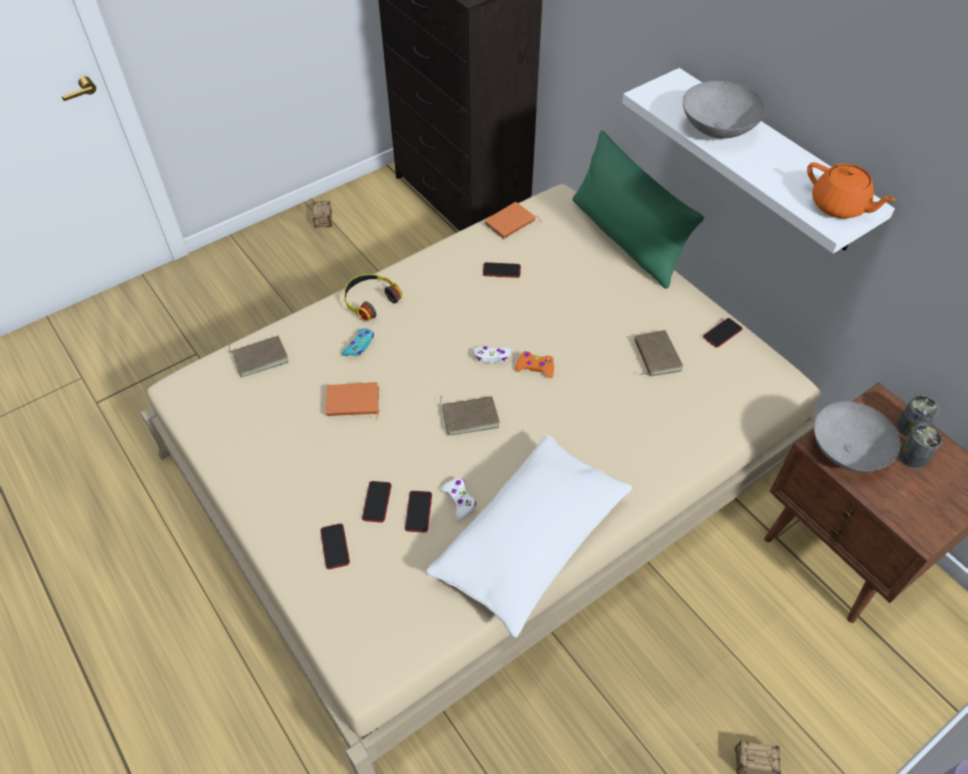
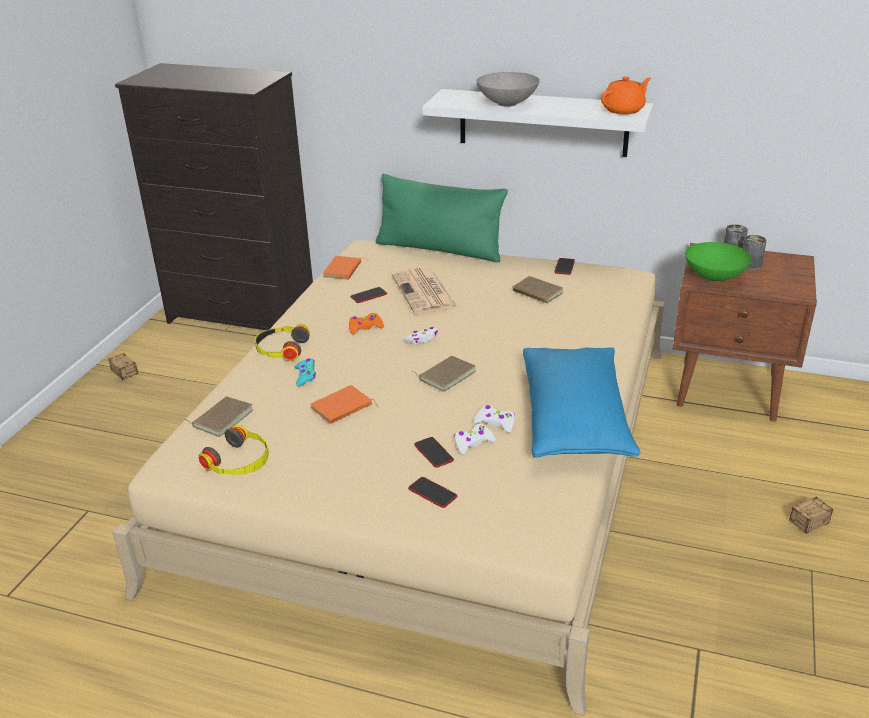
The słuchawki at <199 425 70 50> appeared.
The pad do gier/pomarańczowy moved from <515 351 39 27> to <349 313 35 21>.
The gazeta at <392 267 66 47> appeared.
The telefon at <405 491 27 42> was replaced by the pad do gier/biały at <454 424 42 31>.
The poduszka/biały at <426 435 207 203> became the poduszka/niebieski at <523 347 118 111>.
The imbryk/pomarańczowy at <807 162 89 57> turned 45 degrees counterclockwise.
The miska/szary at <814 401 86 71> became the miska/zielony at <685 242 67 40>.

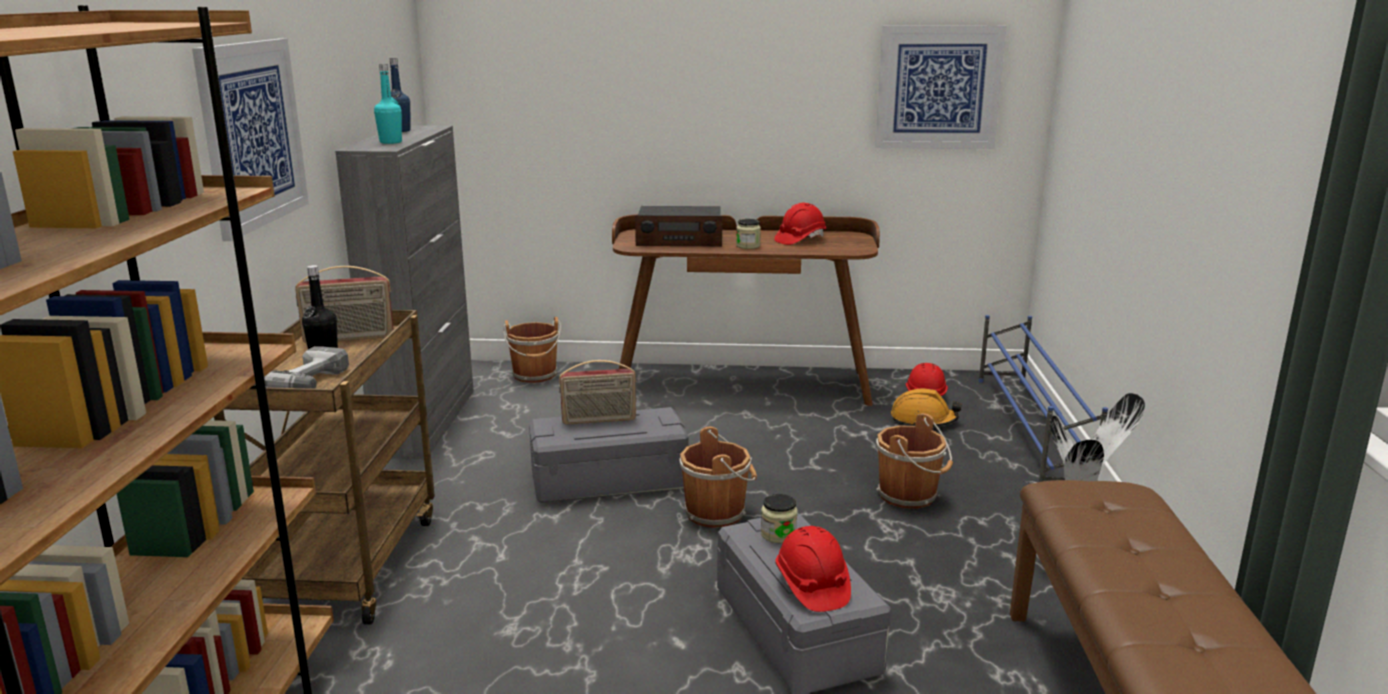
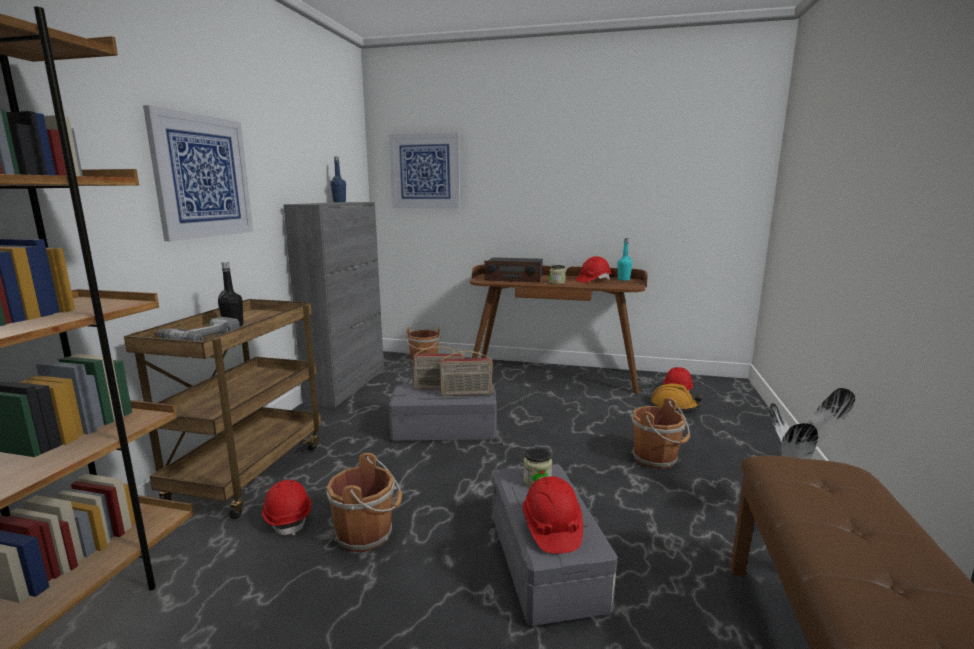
The kask/czerwony at <262 480 50 56> appeared.
The wiadro/brązowy moved from <679 426 78 102> to <327 453 75 99>.
The obraz moved from <875 25 131 124> to <389 133 71 76>.
The radio moved from <295 266 99 77> to <439 351 54 45>.
The butelka/turkusowy moved from <374 64 28 80> to <618 238 14 43>.
The regał na buty/niebieski at <978 315 130 167> disappeared.

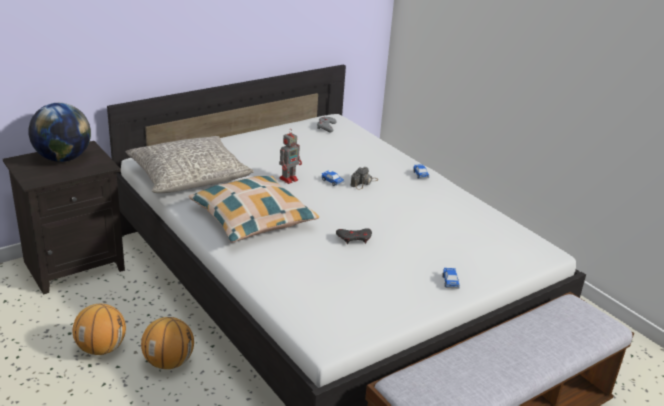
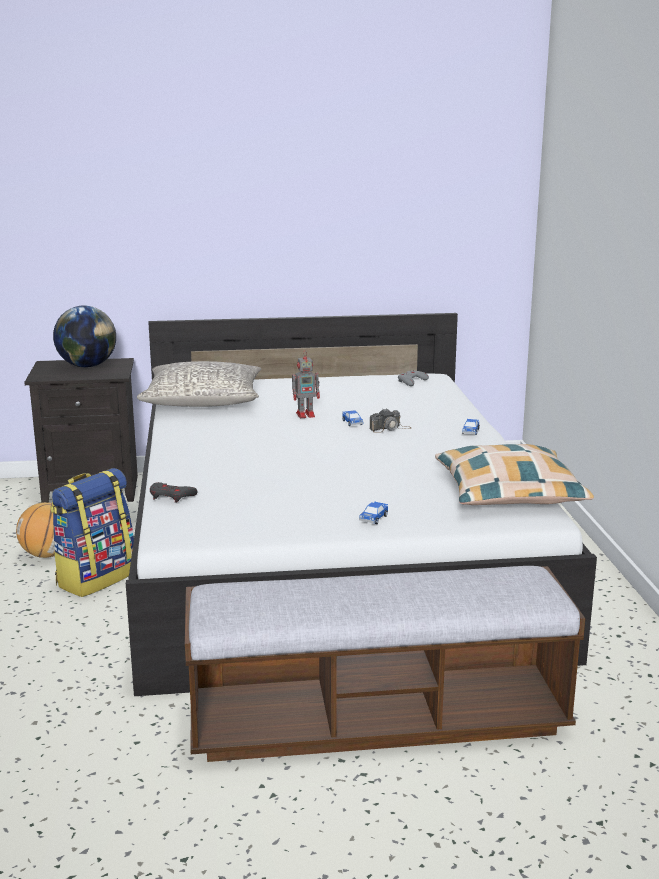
The piłka do koszykówki at <141 317 53 52> was replaced by the plecak at <50 468 84 129>.
The pad do gier/szary moved from <336 228 36 16> to <150 482 47 21>.
The poduszka moved from <189 176 130 66> to <435 444 159 61>.

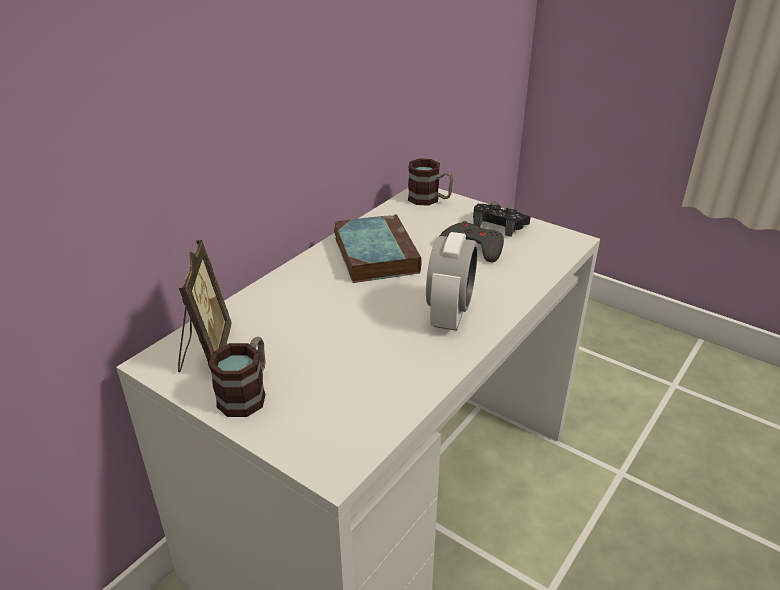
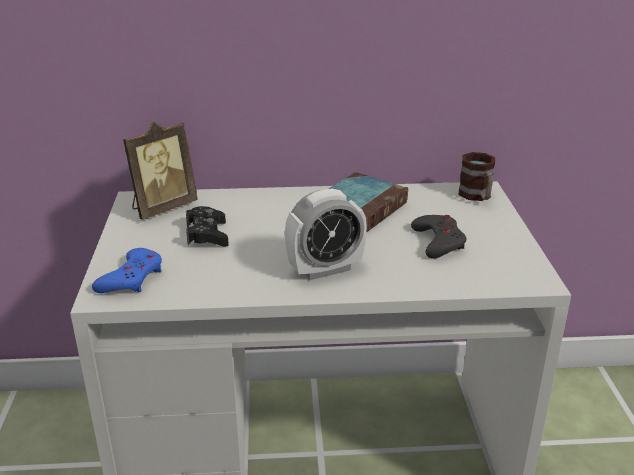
The pad do gier/niebieski at <92 248 70 45> appeared.
The pad do gier/czarny moved from <473 202 58 35> to <186 206 43 40>.
The kubek at <209 337 57 80> disappeared.

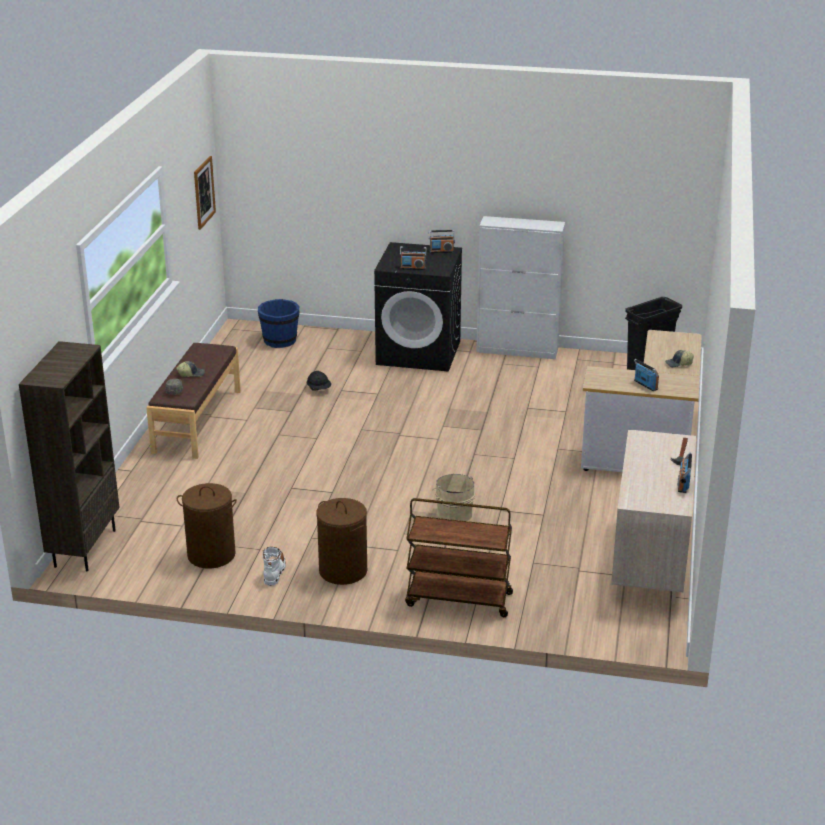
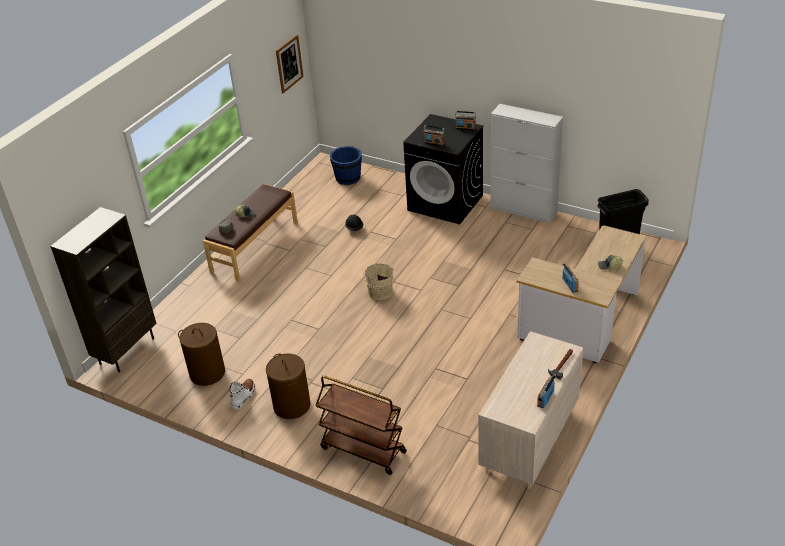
The wiadro/beżowy moved from <432 474 43 47> to <364 264 29 36>.

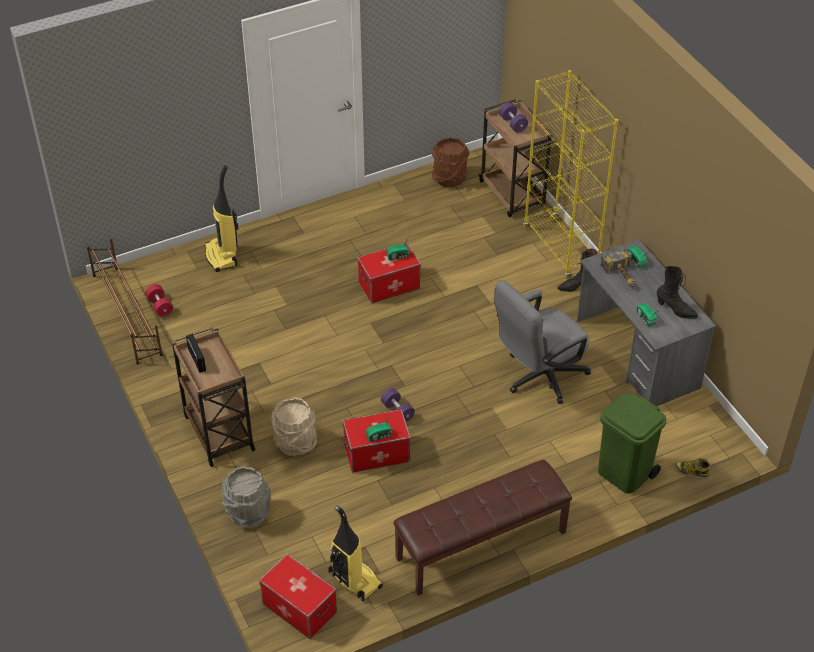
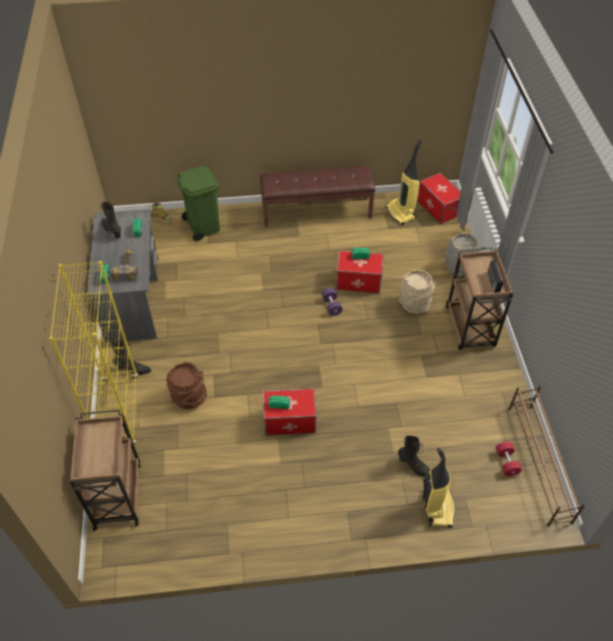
The wiadro/brązowy moved from <432 137 37 50> to <166 362 41 47>.
The but z cholewką/czarny at <398 435 33 42> appeared.
The krzesło biurowe/szary at <494 280 97 124> disappeared.
The hantel/fioletowy at <499 102 29 31> disappeared.

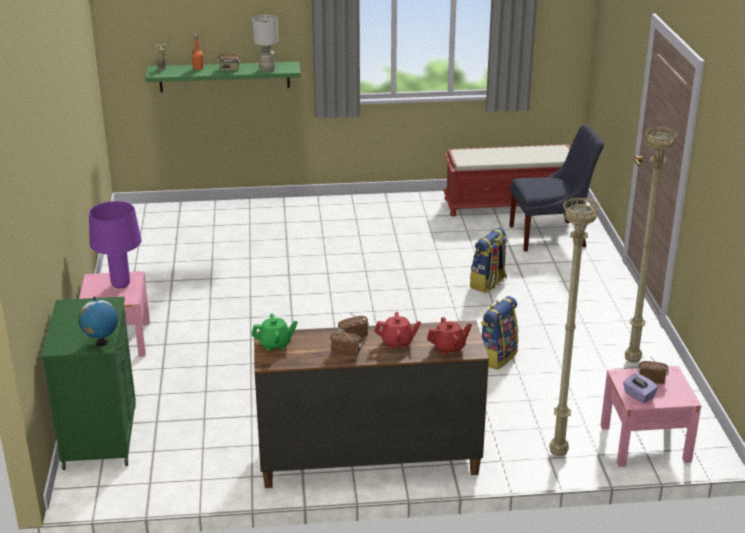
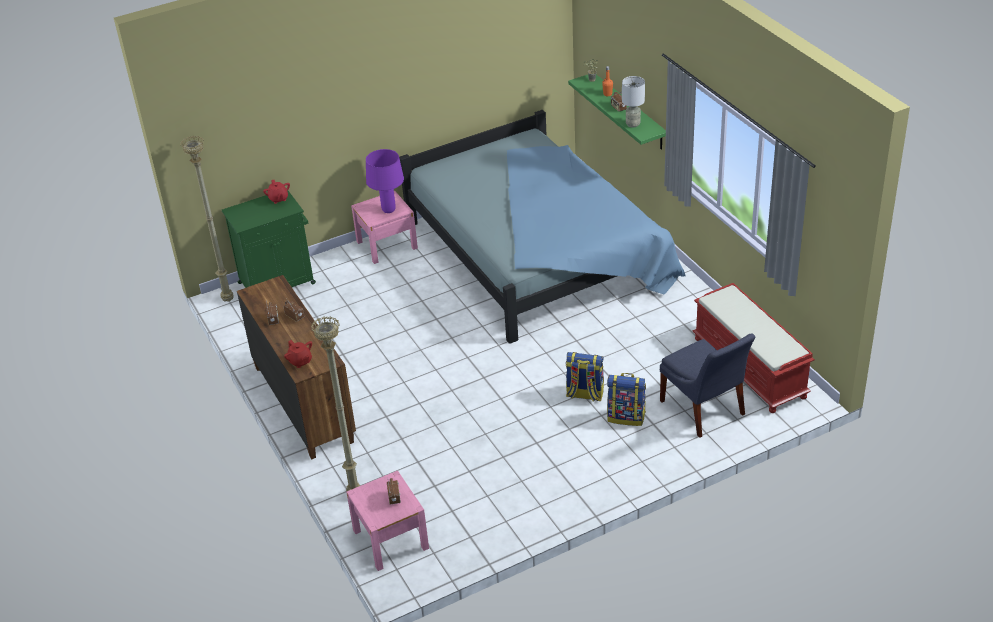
The lampa stojąca/beżowy moved from <625 126 53 237> to <180 136 54 166>.
The imbryk/czerwony moved from <375 312 46 36> to <263 180 27 24>.
The łóżko/niebieski at <399 110 286 234> appeared.
The plecak moved from <481 296 37 74> to <607 373 39 53>.
The globus at <78 297 40 49> disappeared.
The imbryk/zielony at <252 313 46 38> disappeared.
The pudełko chusteczek/fioletowy at <623 373 35 30> disappeared.

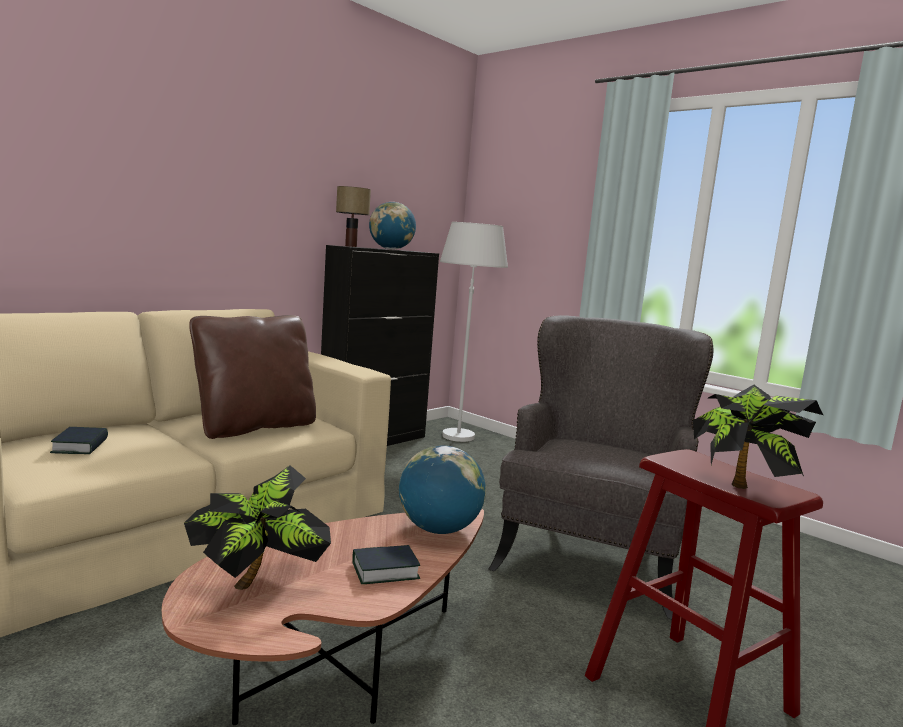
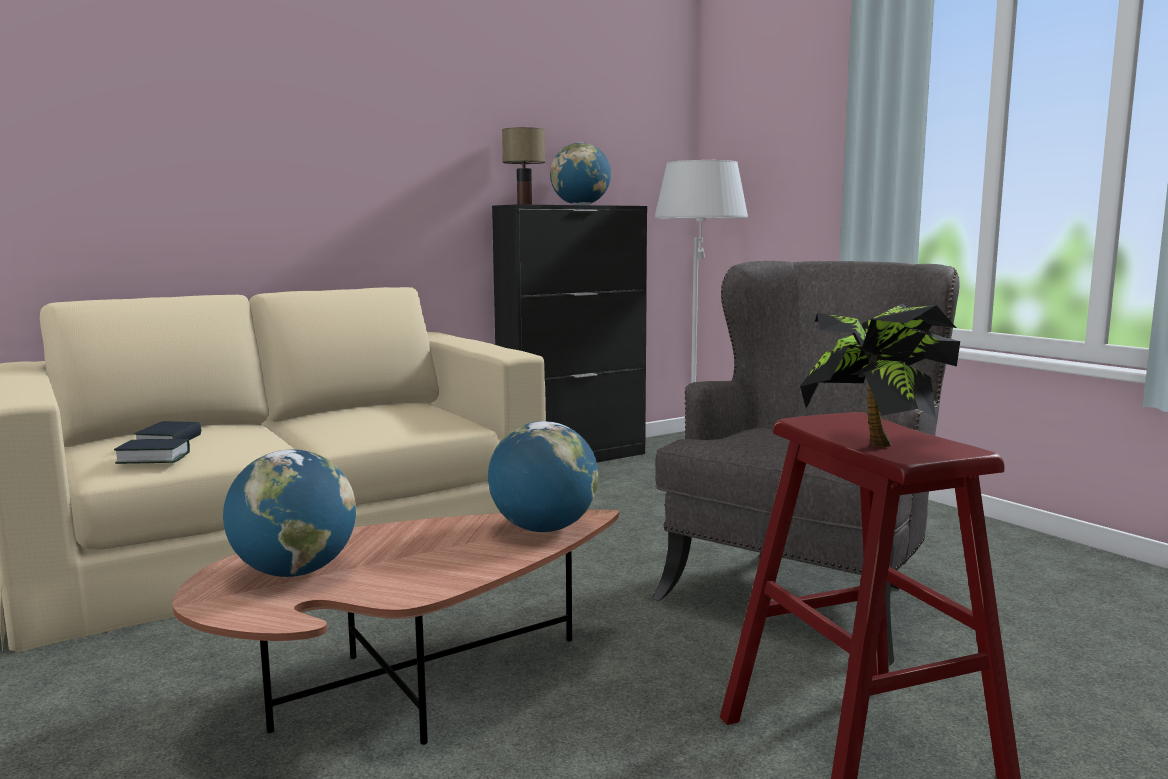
The książka moved from <352 545 69 39> to <114 439 76 25>.
The roślina doniczkowa at <184 465 147 125> was replaced by the globus at <223 449 133 128>.
The poduszka/brązowy at <189 315 127 124> disappeared.

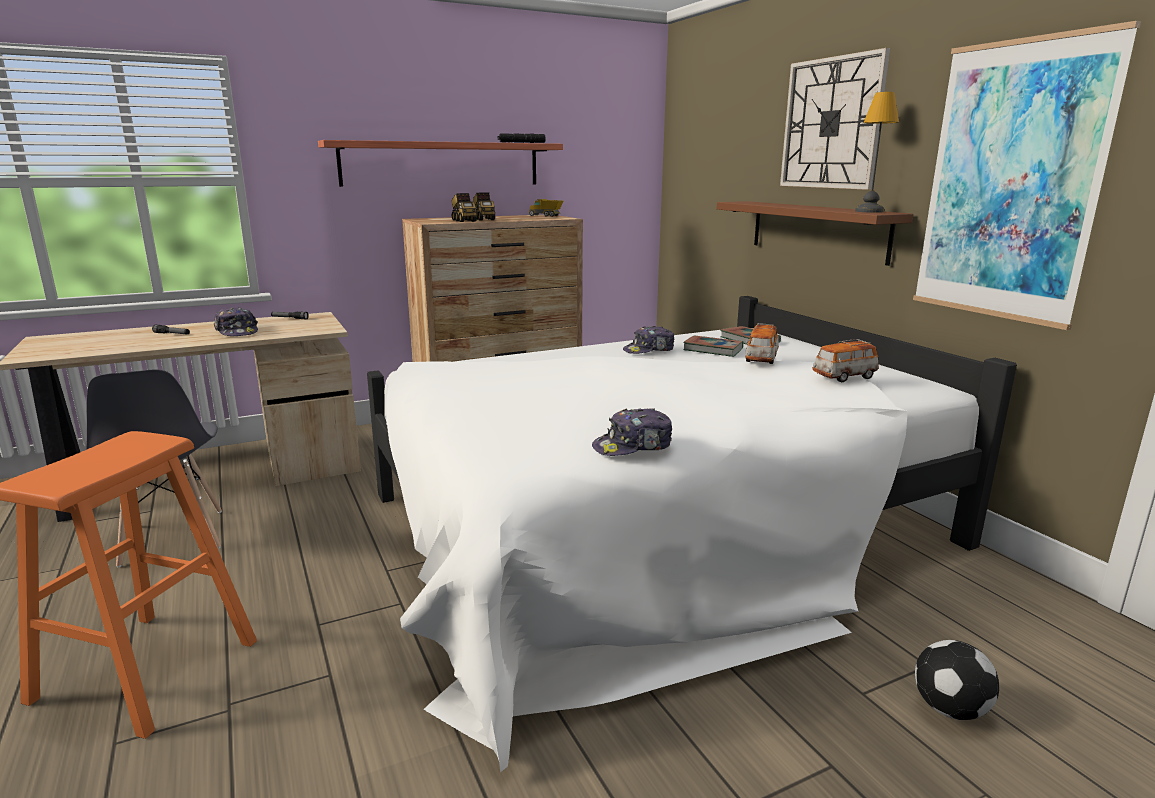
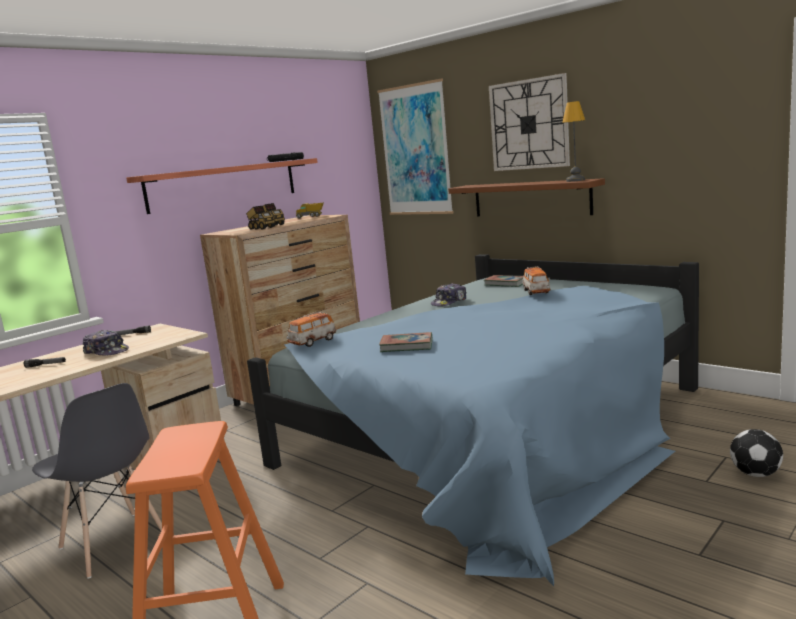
The łóżko/biały at <367 296 650 476> became the łóżko/niebieski at <247 254 452 332>.
The samochodzik moved from <812 339 67 43> to <287 311 50 36>.
The obraz moved from <913 21 228 309> to <377 79 77 136>.
The książka moved from <683 335 60 22> to <379 332 53 20>.
The czapka z daszkiem at <592 408 80 48> disappeared.

